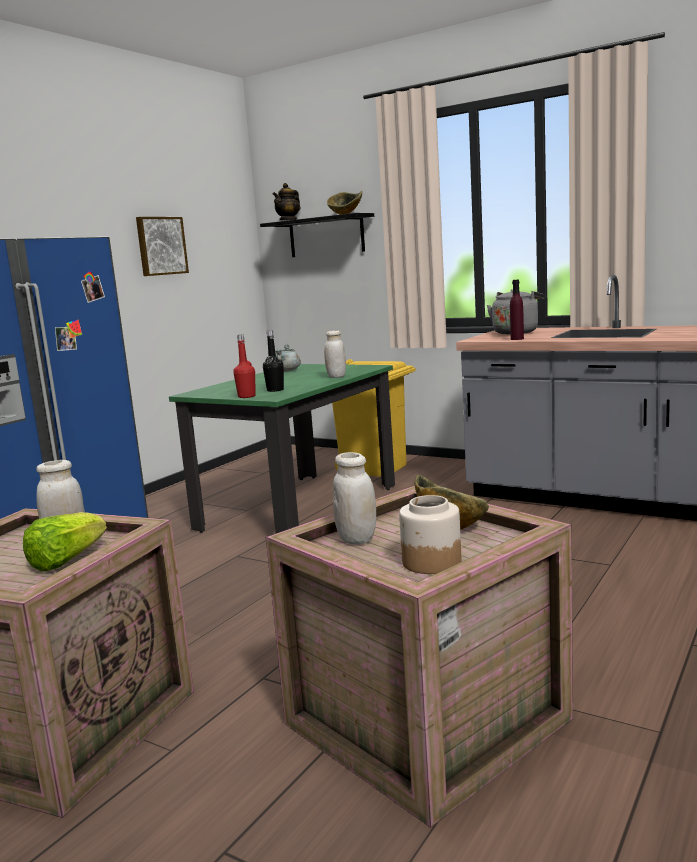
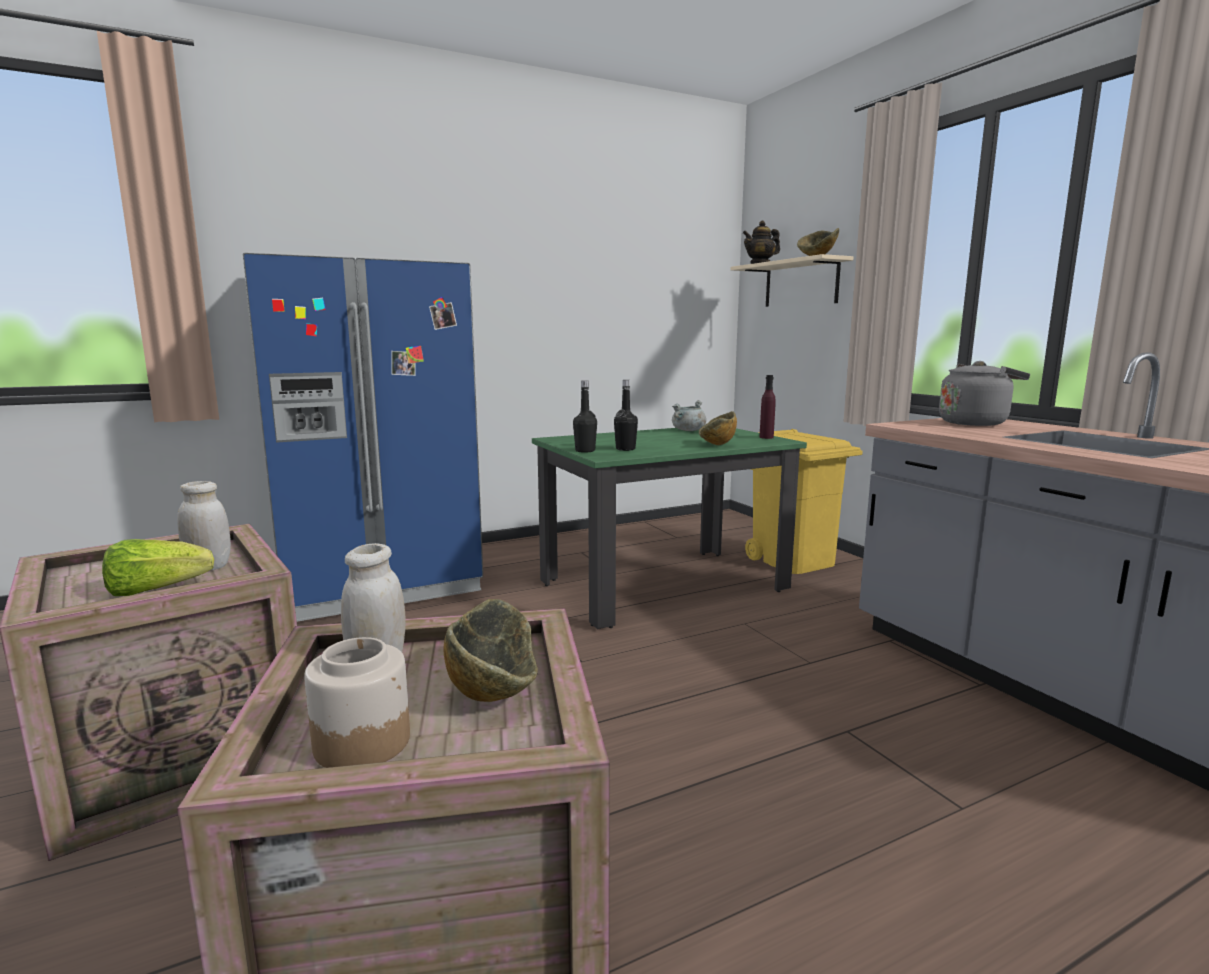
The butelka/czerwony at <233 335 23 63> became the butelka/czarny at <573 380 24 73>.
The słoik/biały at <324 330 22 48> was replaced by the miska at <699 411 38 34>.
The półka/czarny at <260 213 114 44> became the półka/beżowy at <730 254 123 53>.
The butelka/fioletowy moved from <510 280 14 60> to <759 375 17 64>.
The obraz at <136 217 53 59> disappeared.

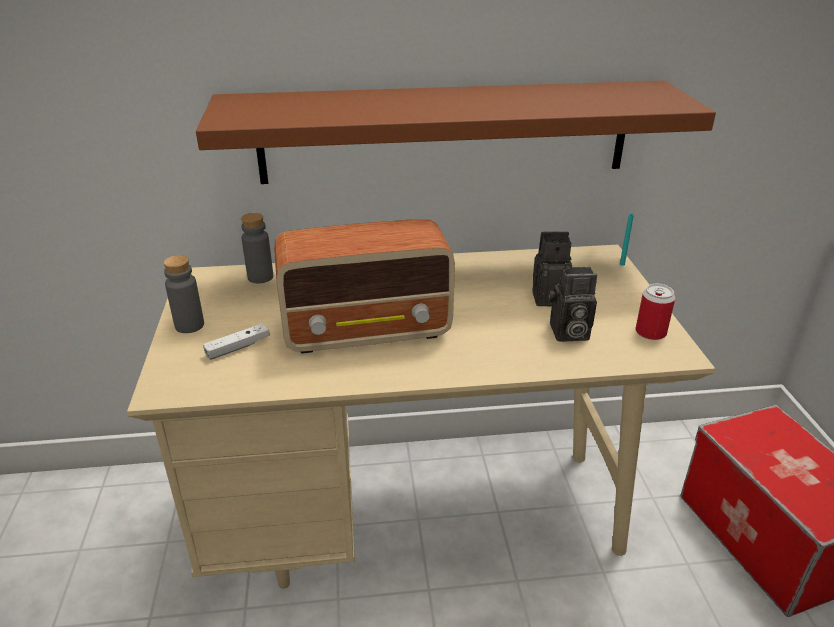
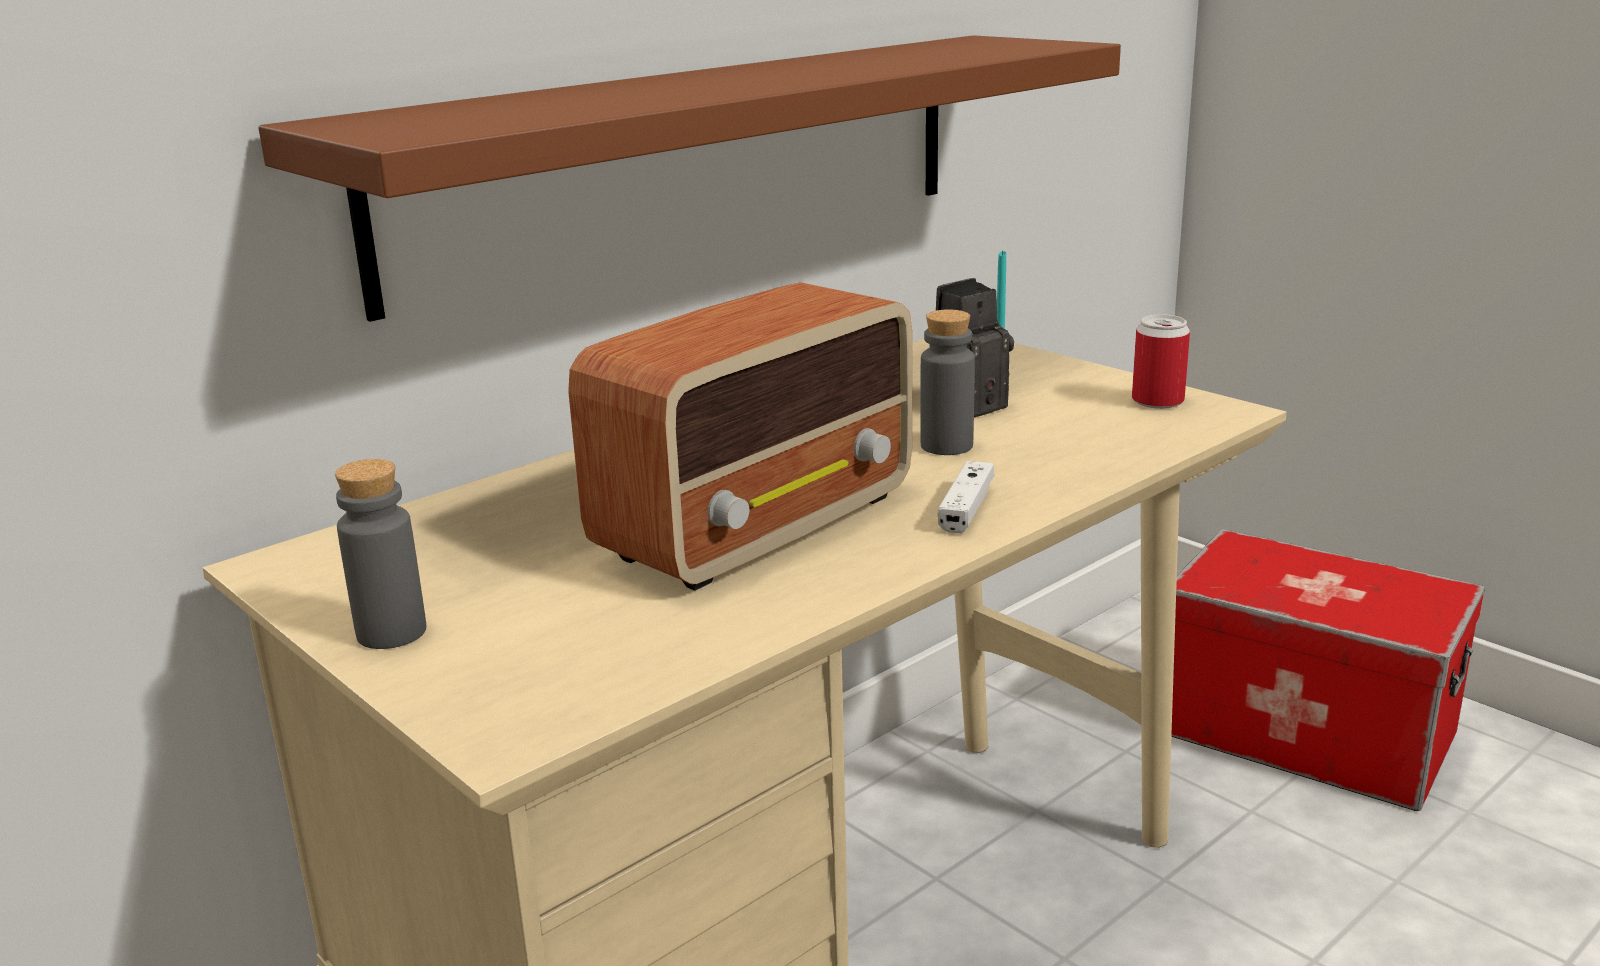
The butelka/szary moved from <241 213 32 70> to <920 310 55 145>.
The pad do gier/biały moved from <203 323 67 37> to <938 461 56 72>.
The aparat fotograficzny at <549 267 48 75> disappeared.

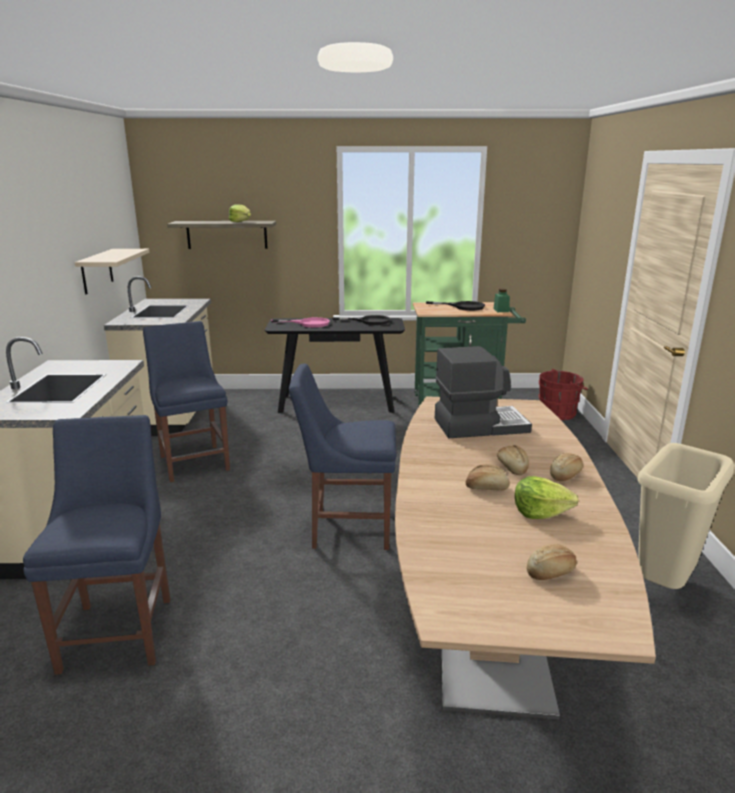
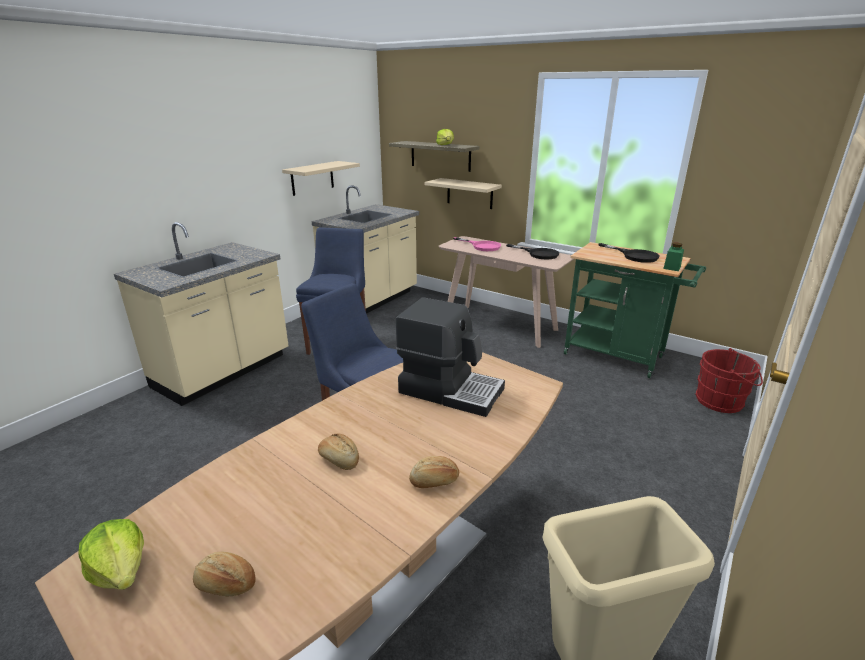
The sałata moved from <515 476 64 43> to <79 519 65 71>.
The półka/beżowy at <424 178 78 31> appeared.
The stolik konsolowy/czarny at <265 318 140 95> became the stolik konsolowy/beżowy at <439 236 134 112>.
The krzesło/niebieski at <23 415 147 260> disappeared.
The chleb at <497 445 32 30> disappeared.

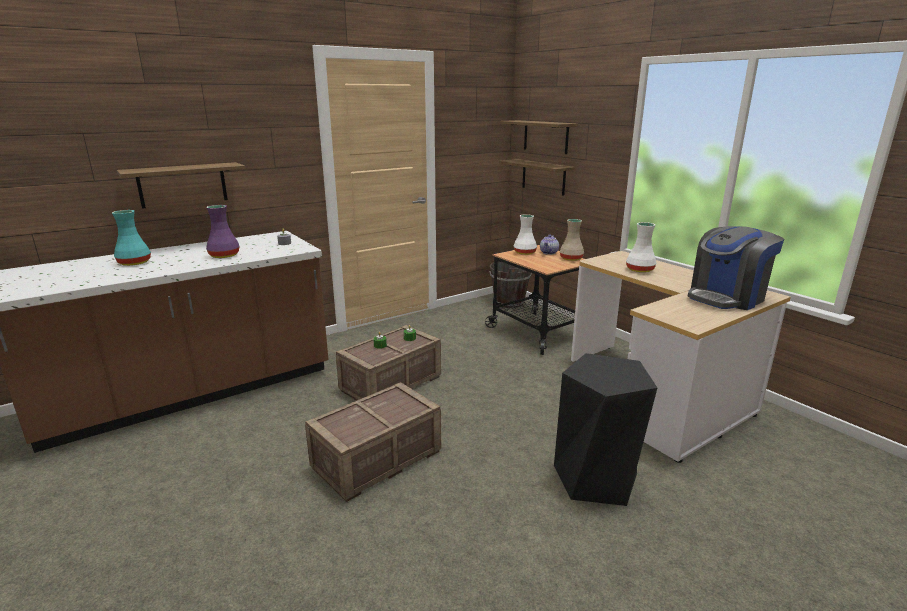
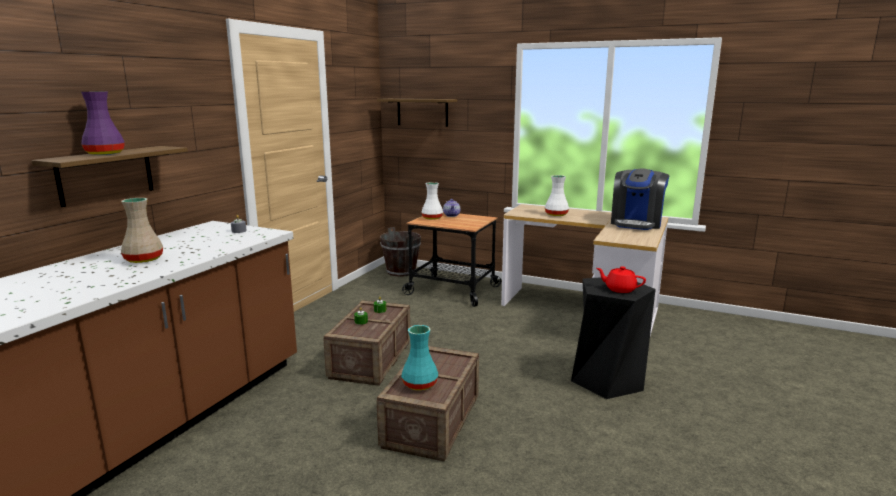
The wazon/fioletowy moved from <206 205 34 53> to <81 92 44 63>.
The wazon/beżowy moved from <560 219 24 42> to <121 198 42 65>.
The wazon/turkusowy moved from <112 210 39 56> to <401 325 37 65>.
The imbryk/czerwony at <596 266 50 27> appeared.
The półka at <499 159 76 37> disappeared.

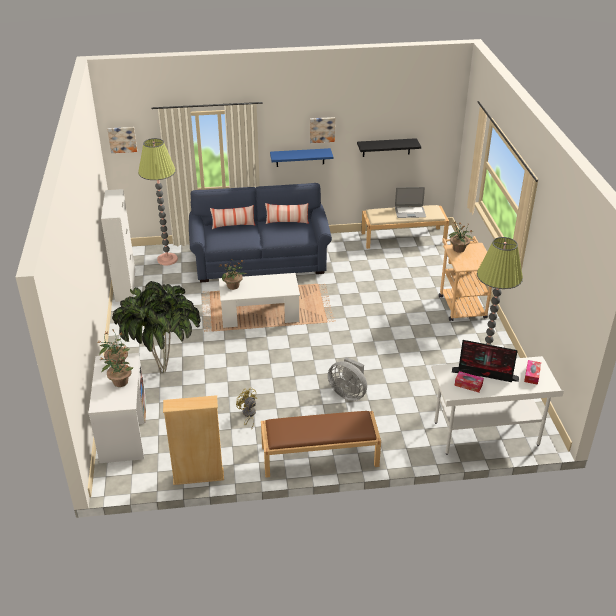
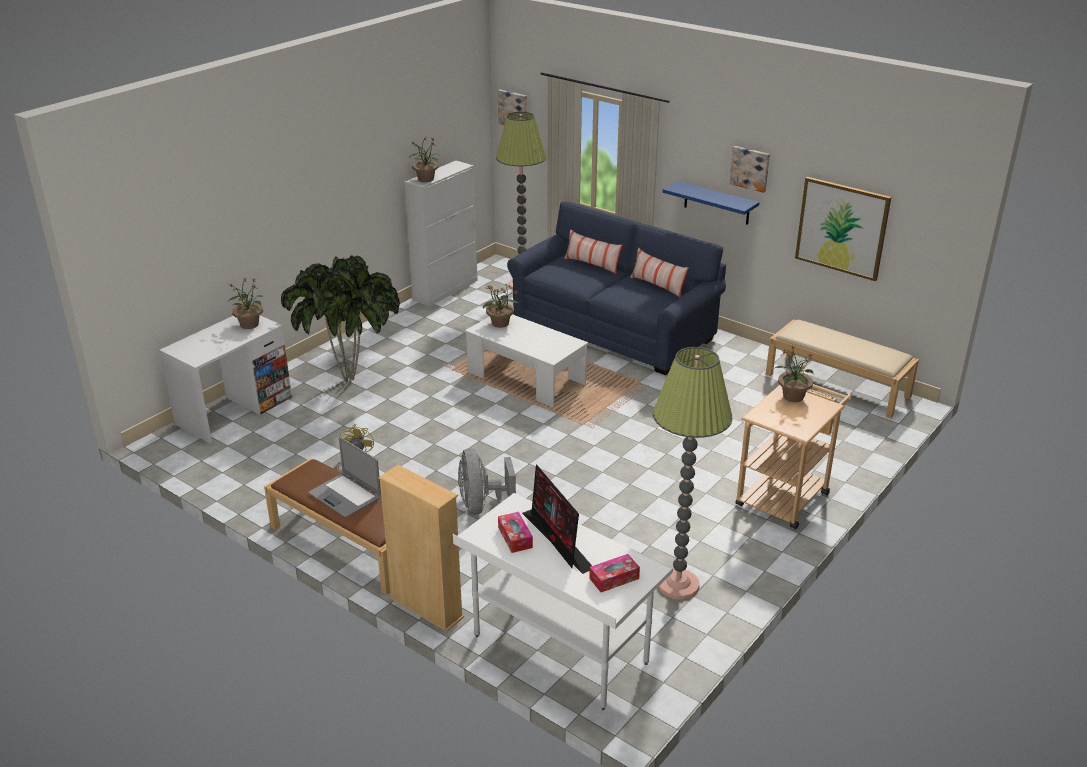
The laptop moved from <395 187 31 31> to <309 437 72 80>.
The regał/beżowy moved from <163 395 61 90> to <379 465 85 167>.
The roślina doniczkowa moved from <101 346 33 41> to <411 137 28 45>.
The półka/czarny at <357 138 64 19> was replaced by the obraz at <795 177 96 104>.

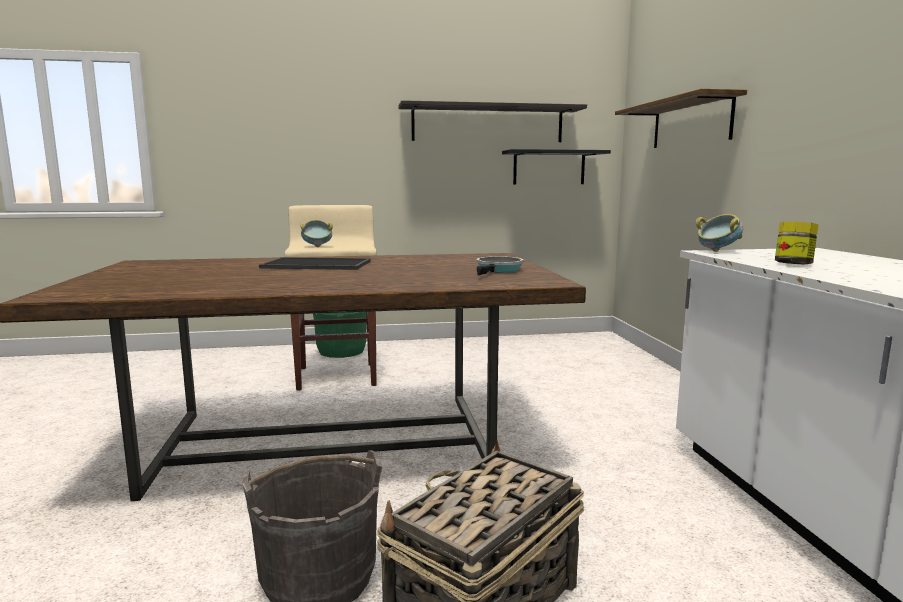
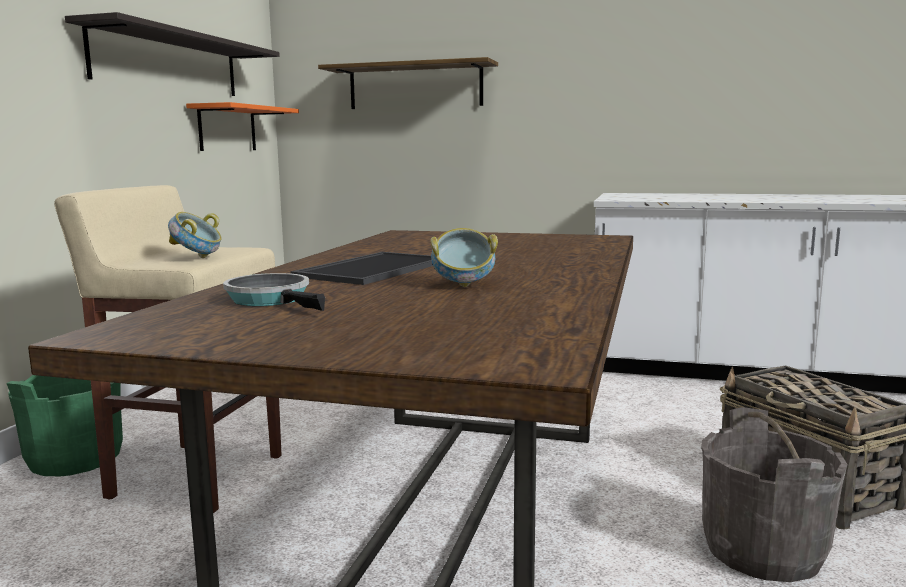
The półka/czarny at <502 149 109 35> became the półka/pomarańczowy at <186 102 113 49>.
The patelnia moved from <477 256 47 19> to <223 273 102 38>.
The miska moved from <696 214 48 38> to <430 228 68 59>.
The słoik at <775 222 44 42> disappeared.

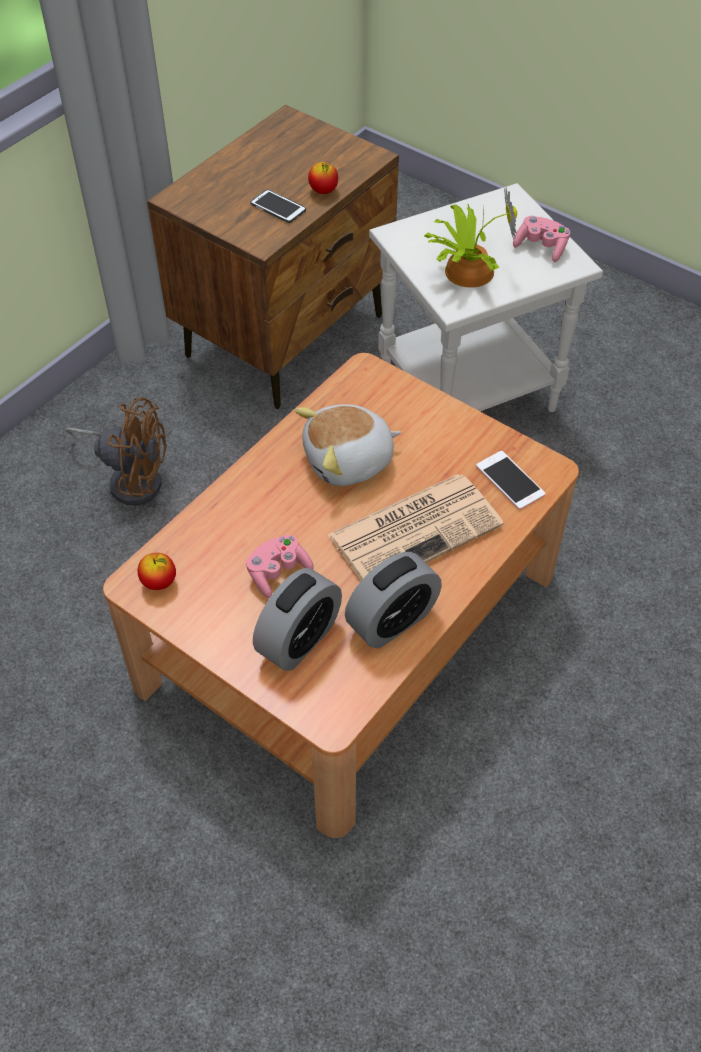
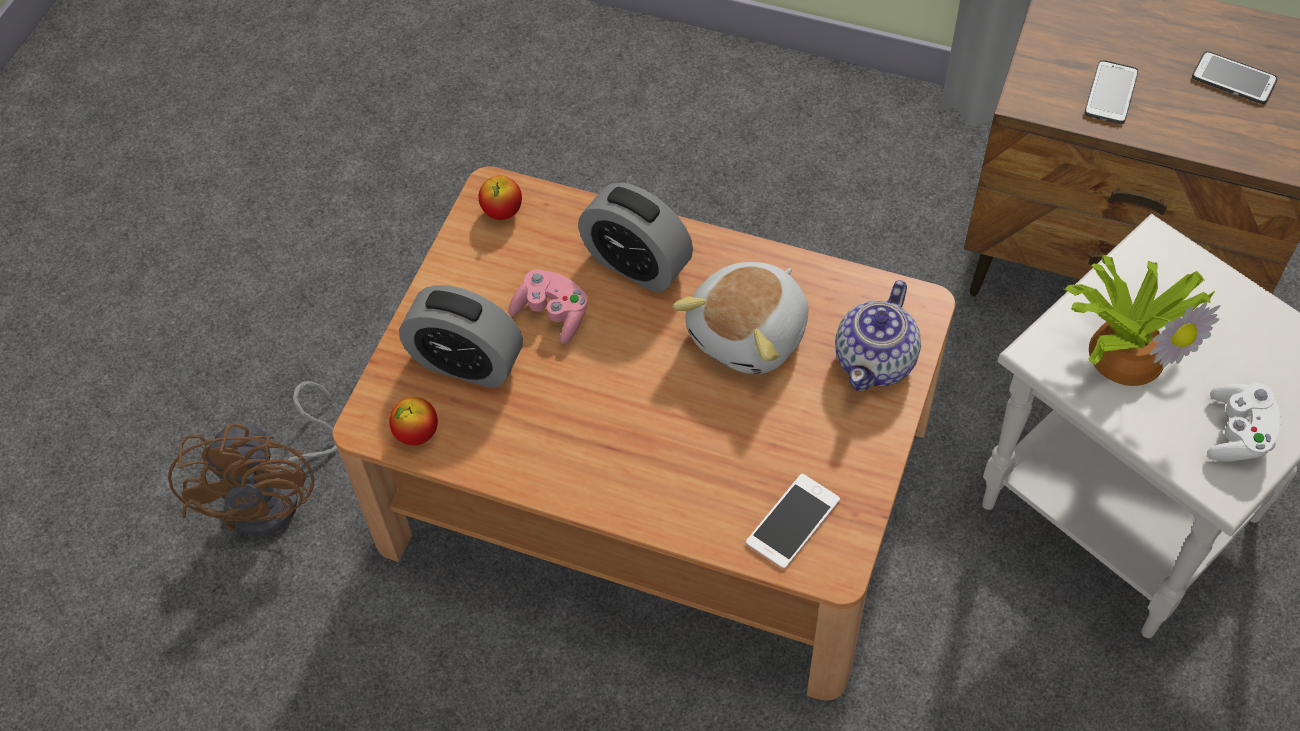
The wentylator/brązowy moved from <66 397 101 109> to <168 381 170 155>.
The jabłko moved from <308 162 30 32> to <389 397 49 48>.
The budzik moved from <345 552 97 96> to <578 183 115 109>.
The pluszak at <295 404 106 82> turned 105 degrees counterclockwise.
The imbryk at <835 280 86 111> appeared.
The telefon at <1192 51 86 53> appeared.
The pad do gier/różowy at <513 216 57 46> became the pad do gier/biały at <1207 383 74 79>.
The gazeta at <327 474 177 107> disappeared.

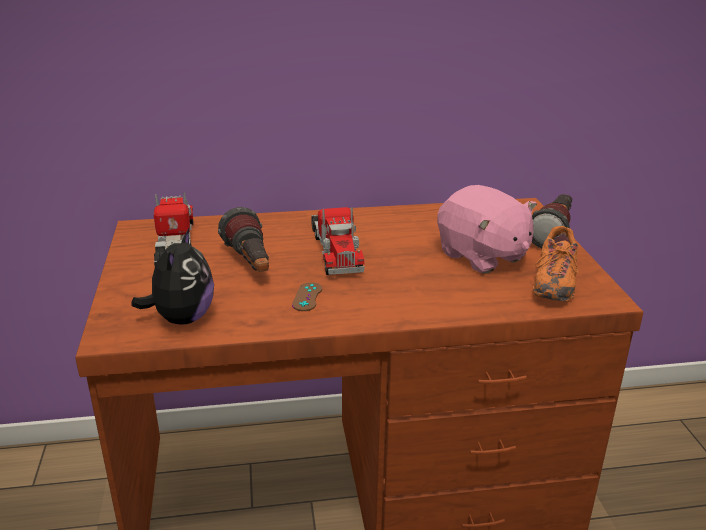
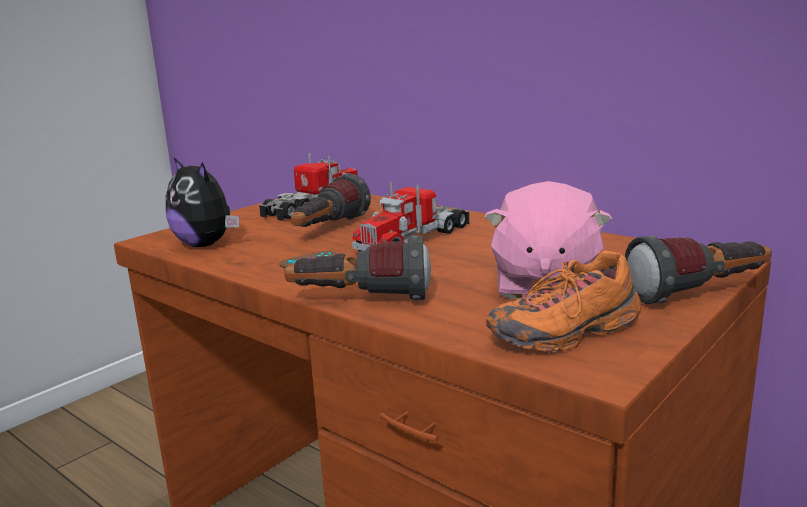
The pluszak at <131 229 83 95> turned 75 degrees clockwise.
The latarka at <284 236 147 65> appeared.

